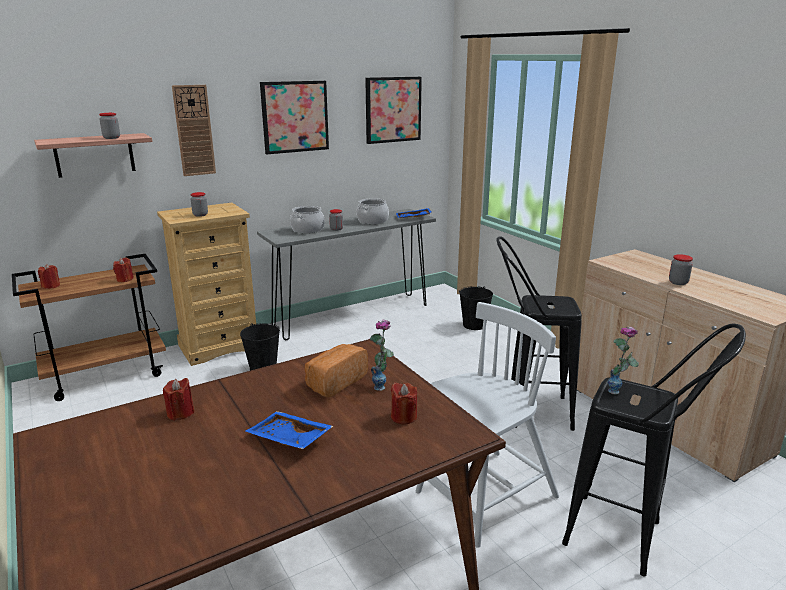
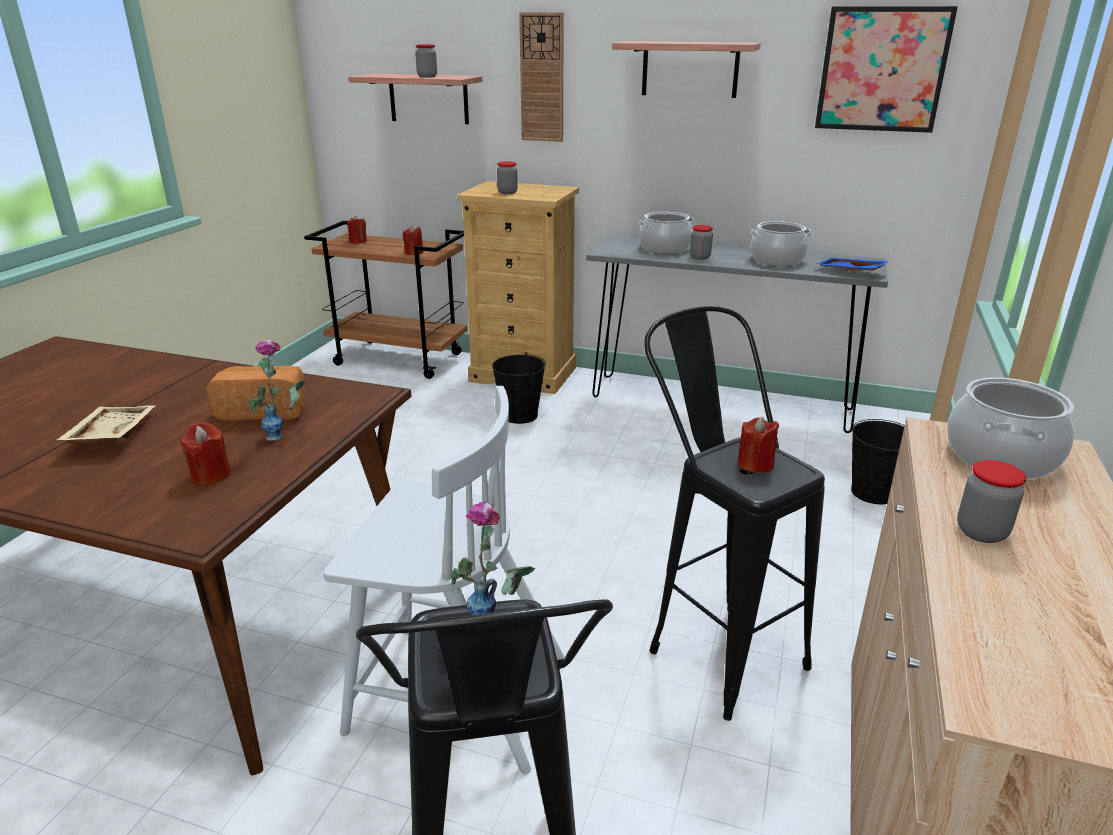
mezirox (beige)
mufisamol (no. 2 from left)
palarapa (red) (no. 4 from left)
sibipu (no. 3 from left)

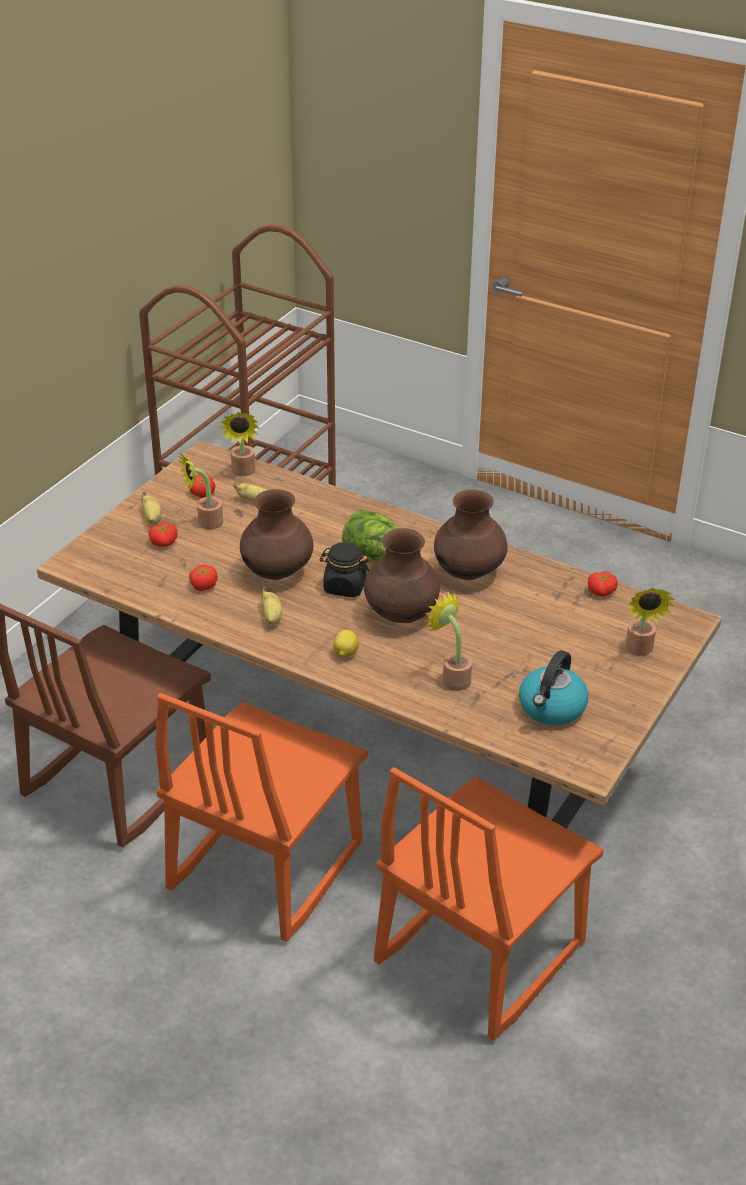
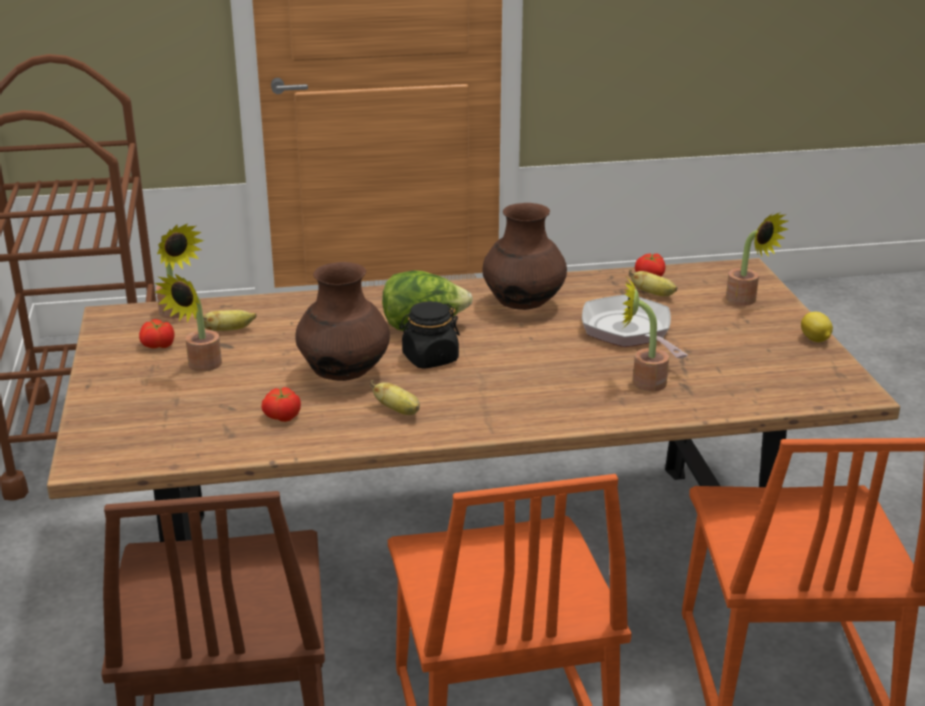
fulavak
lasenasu (no. 3 from left)
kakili
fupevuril (no. 1 from left in the first image)
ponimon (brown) (no. 2 from left in the first image)
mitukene

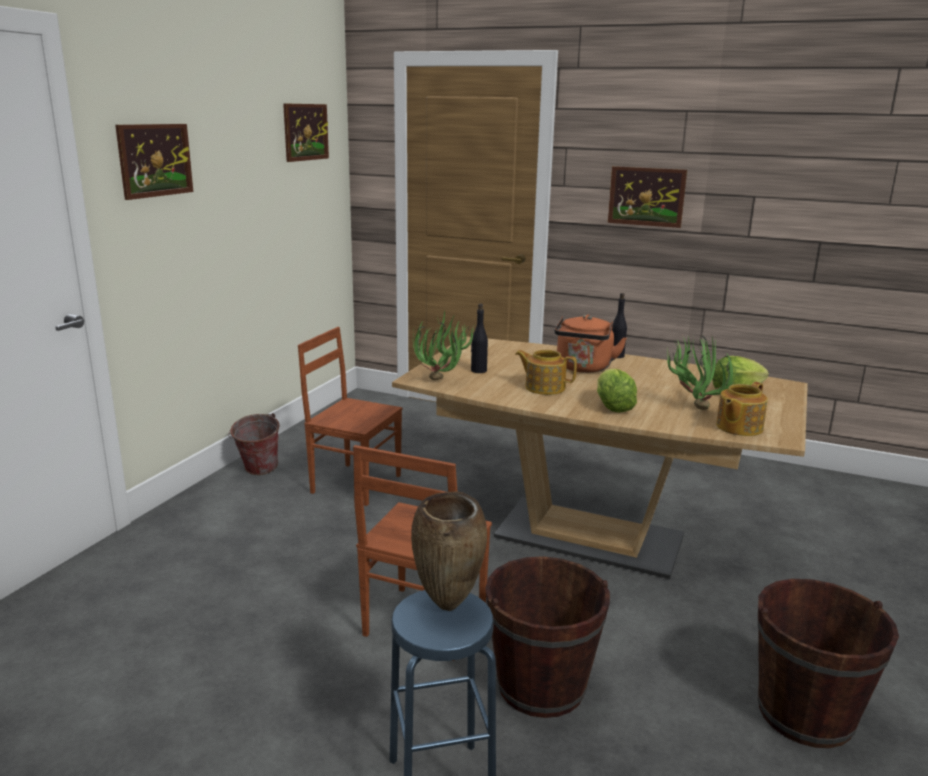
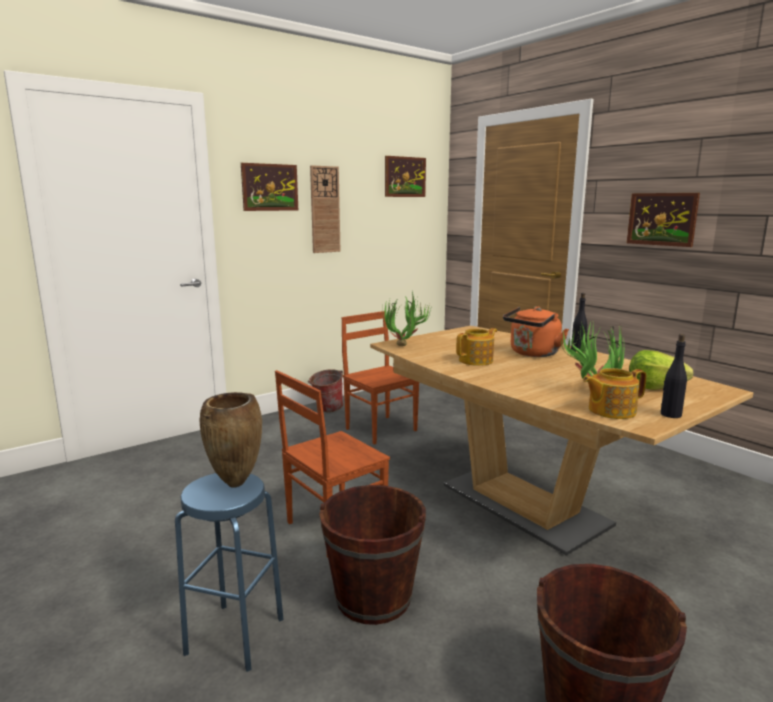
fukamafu
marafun (no. 1 from left)
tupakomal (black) (no. 2 from left)
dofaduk (no. 1 from left in the first image)

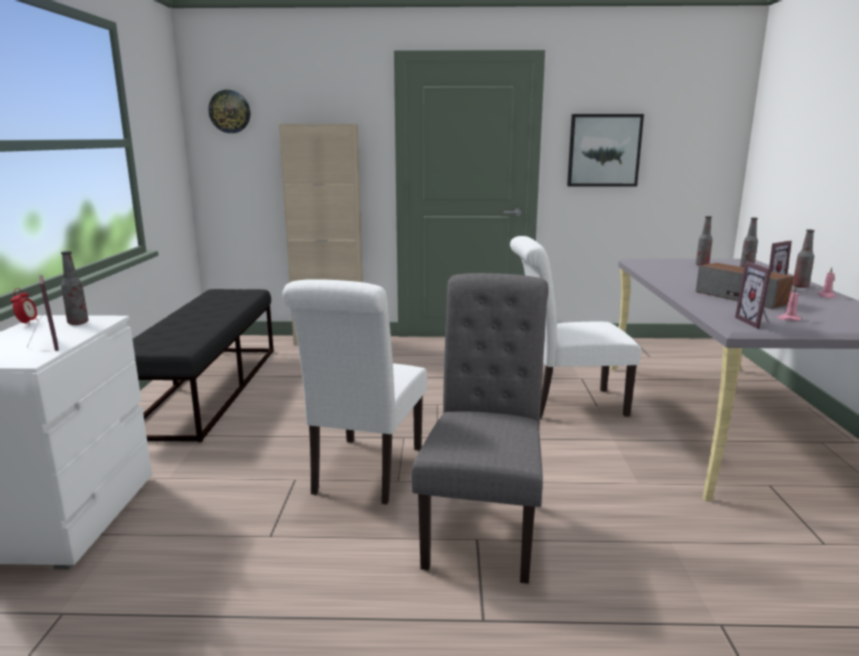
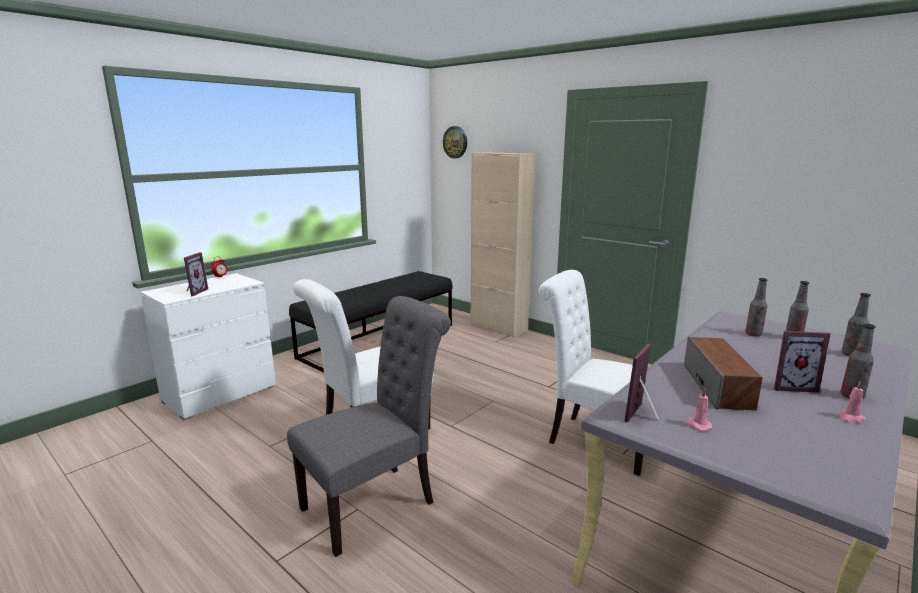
tupakomal (no. 1 from left)
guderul

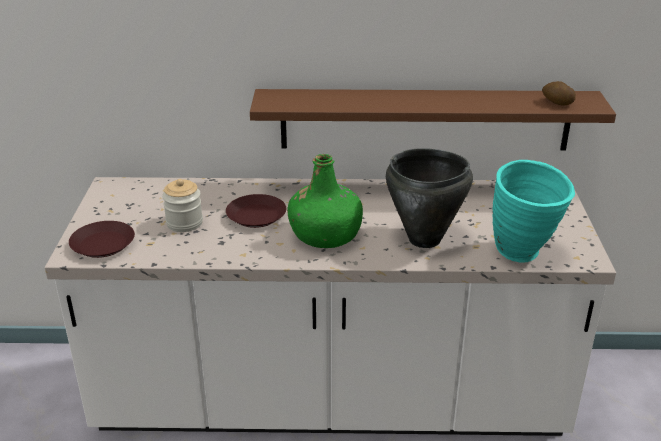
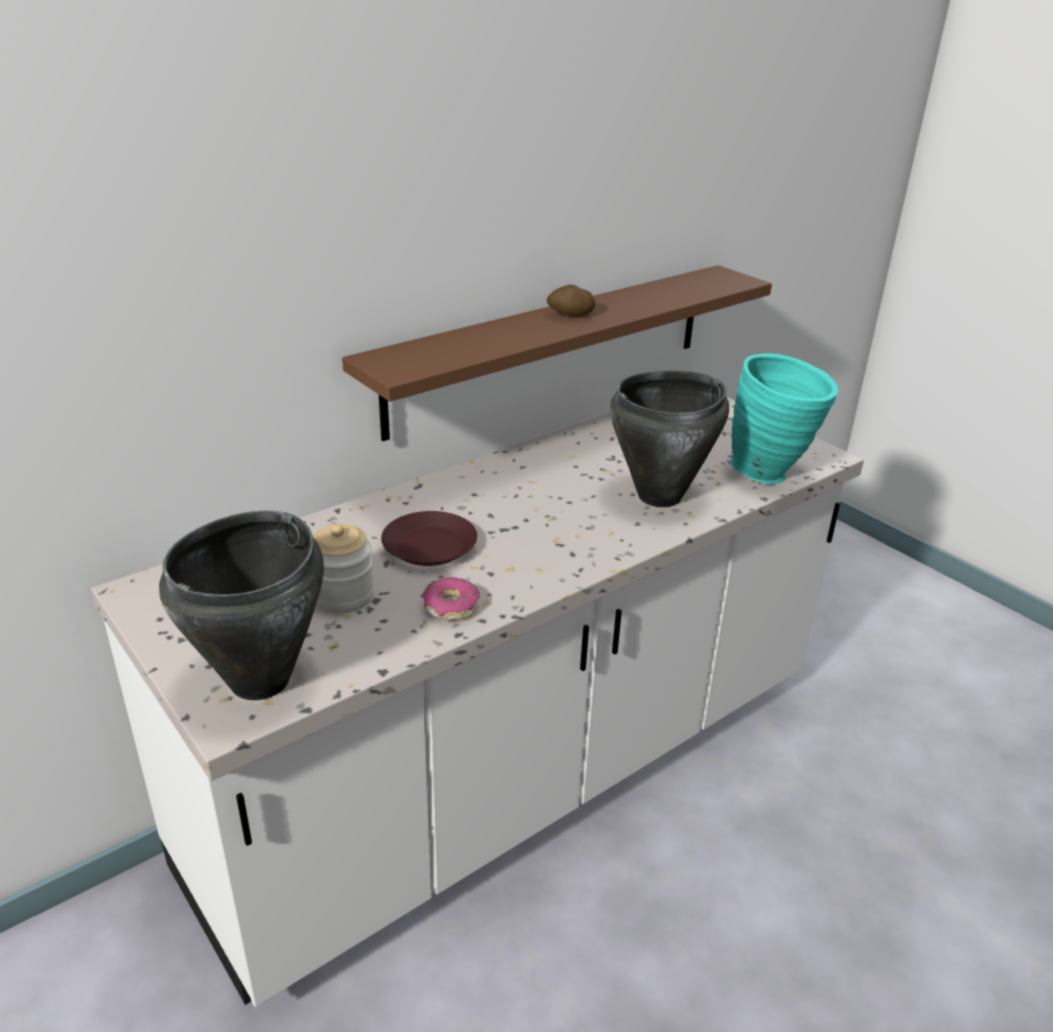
sibipu (black) (no. 1 from left)
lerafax
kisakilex
tupakomal (green)

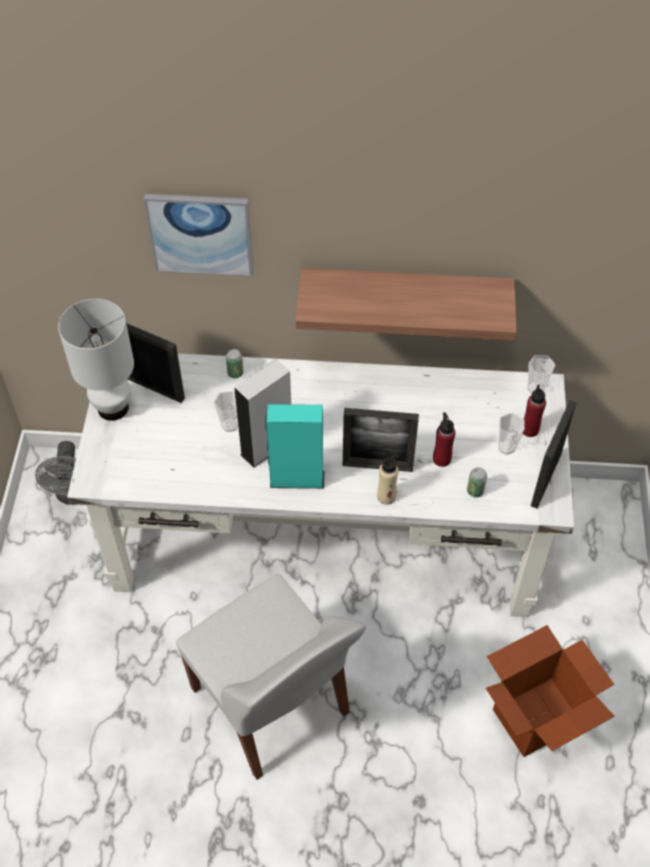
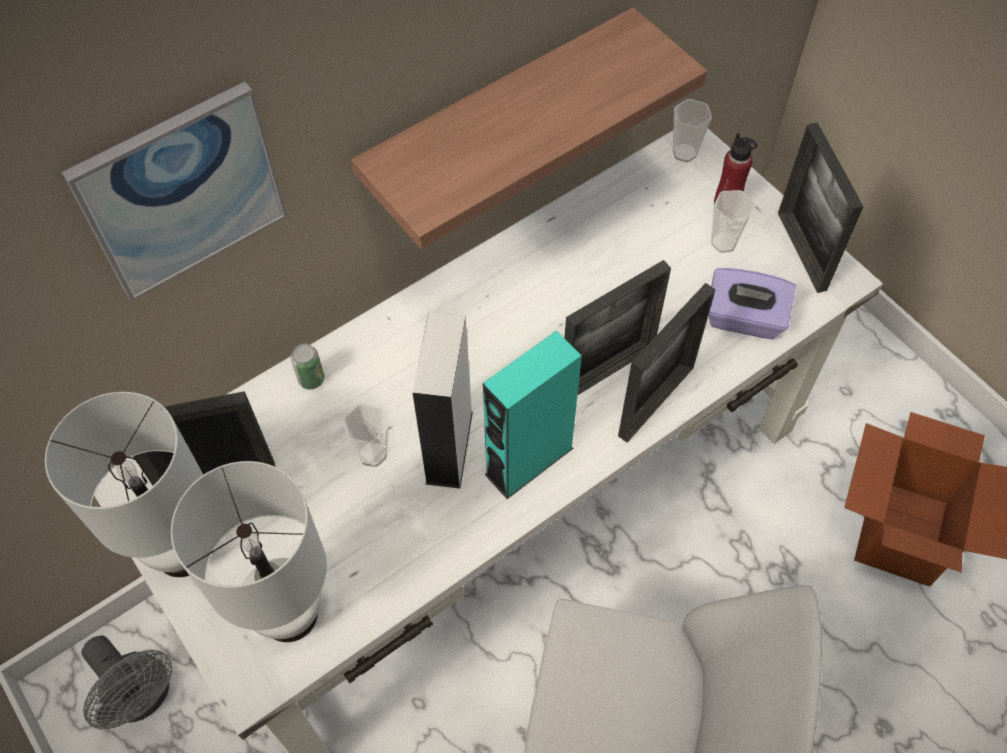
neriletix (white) (no. 2 from left)
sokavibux (no. 3 from left)
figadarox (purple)
tupakomal (red) (no. 1 from left in the first image)

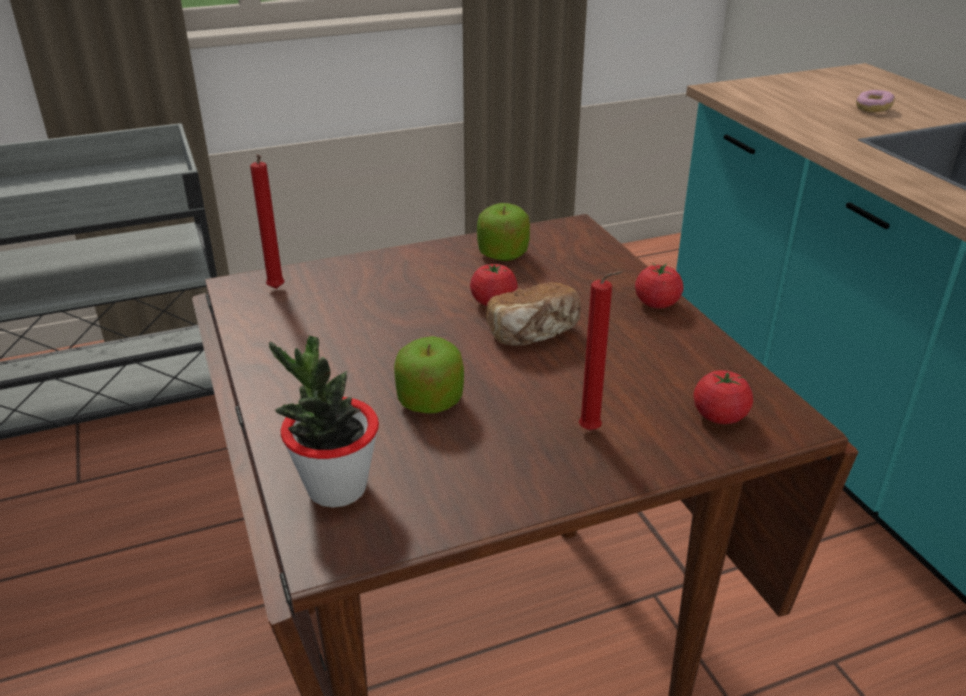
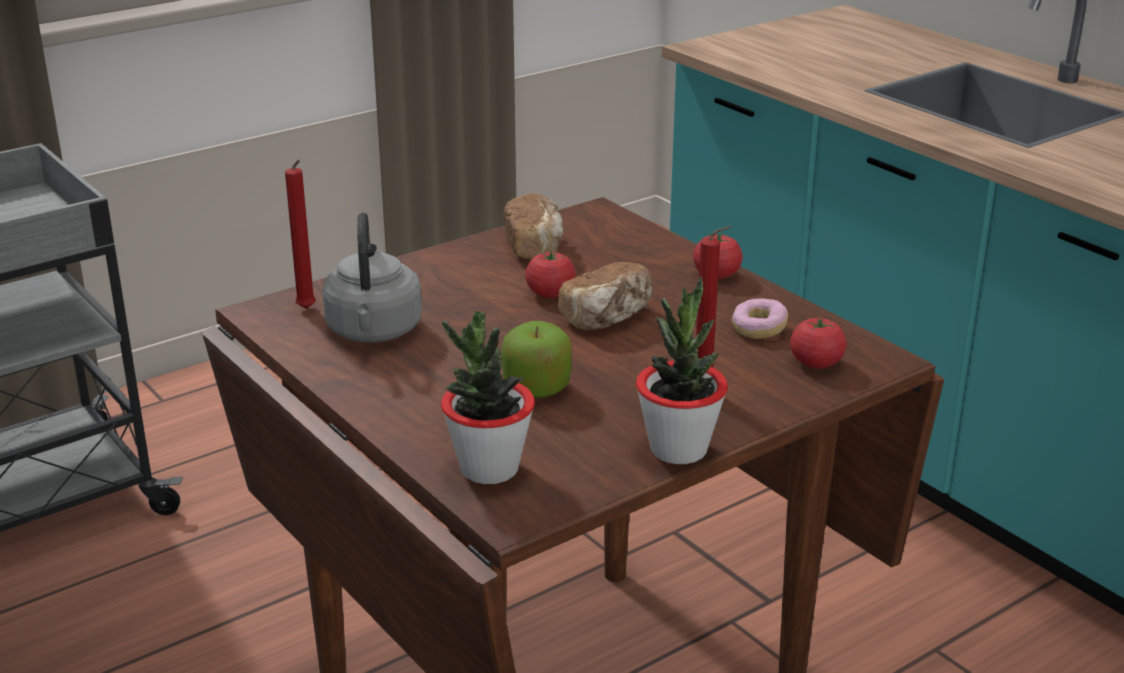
mitukene (grey)
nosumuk (no. 1 from left)
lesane (no. 2 from left)
lerafax

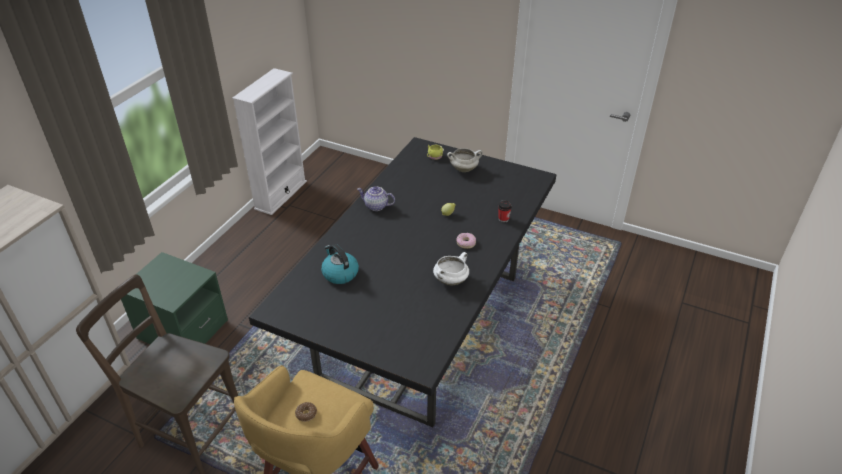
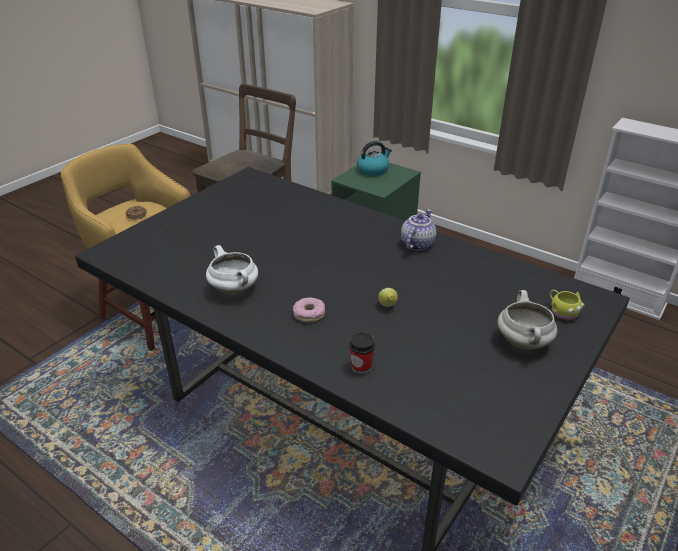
mitukene

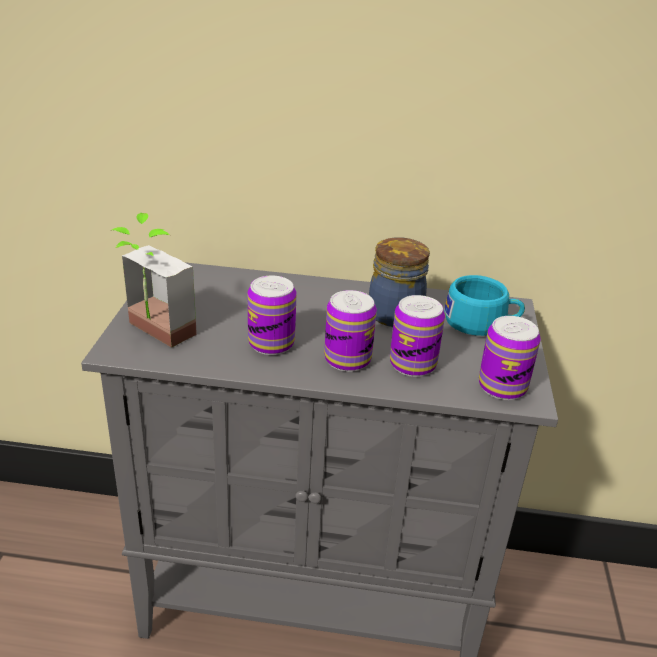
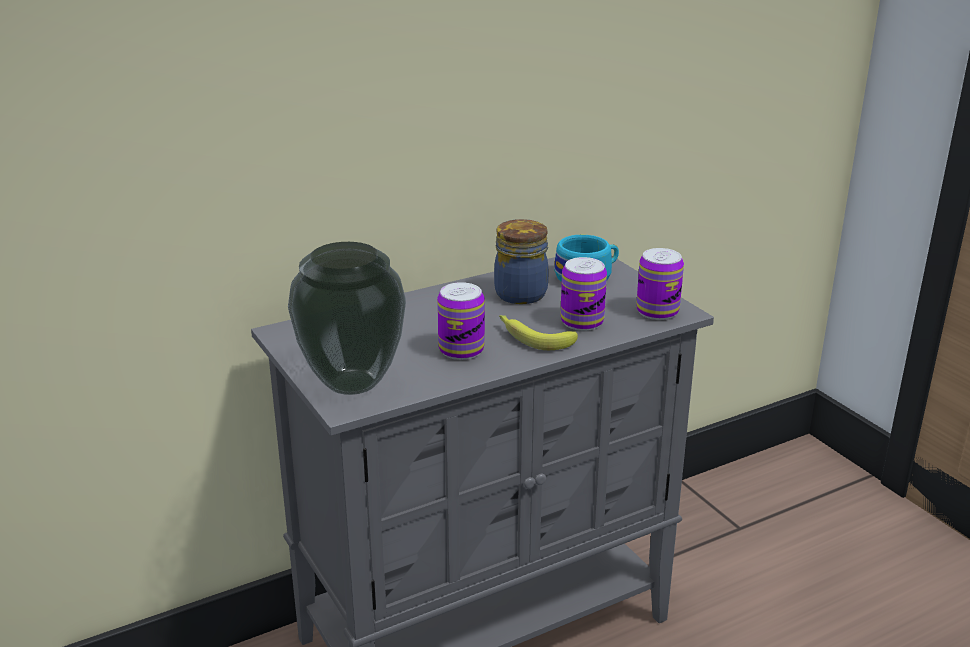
ponimon
lasenasu

